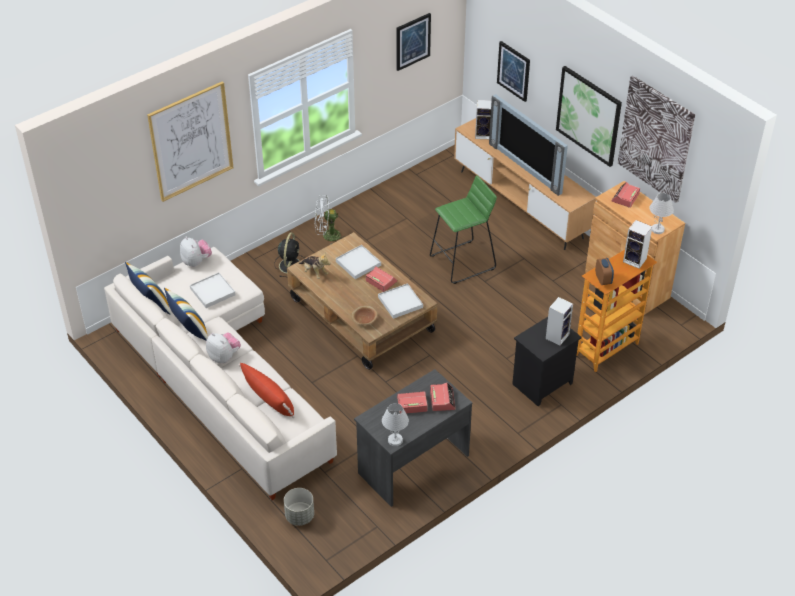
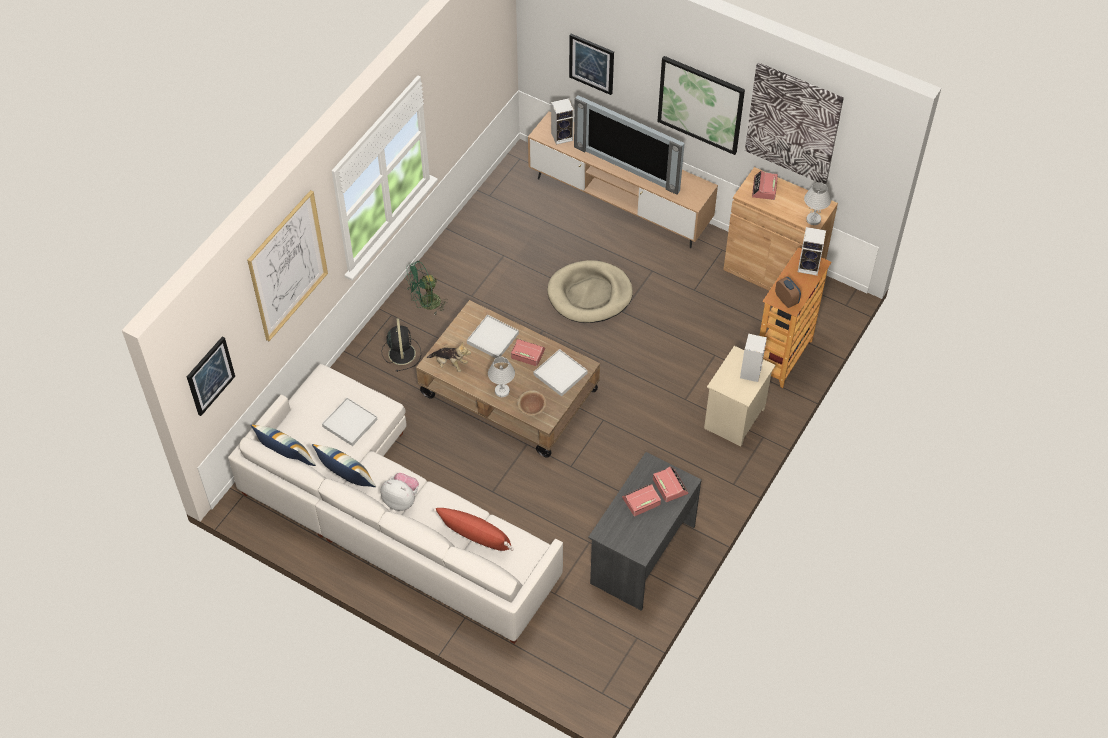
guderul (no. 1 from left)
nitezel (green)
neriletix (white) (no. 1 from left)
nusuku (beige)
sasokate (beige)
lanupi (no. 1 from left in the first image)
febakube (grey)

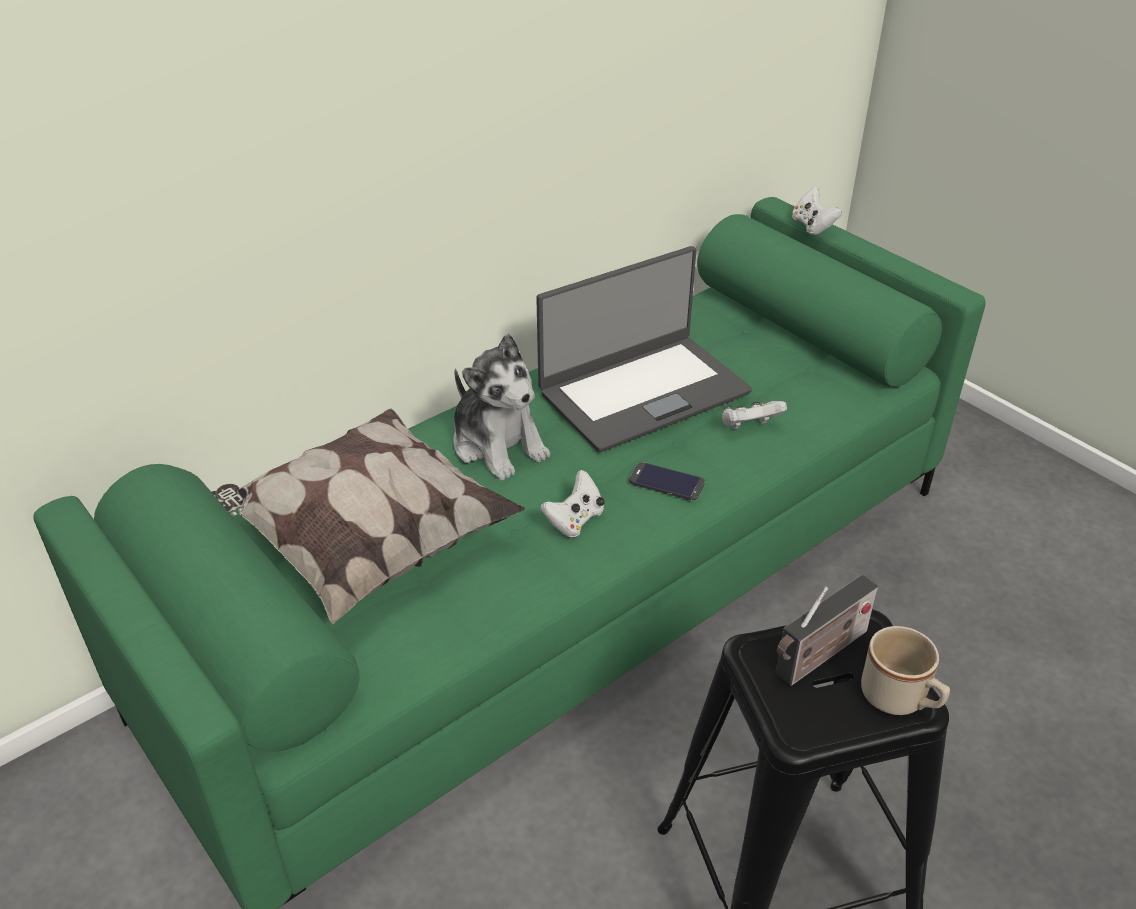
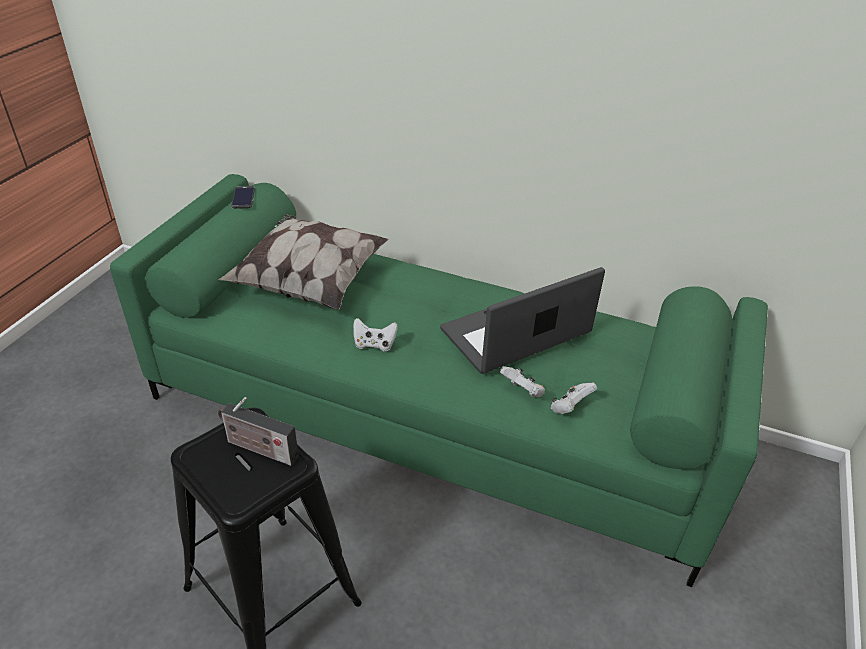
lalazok
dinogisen
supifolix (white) (no. 3 from left)
lanupi
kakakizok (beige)

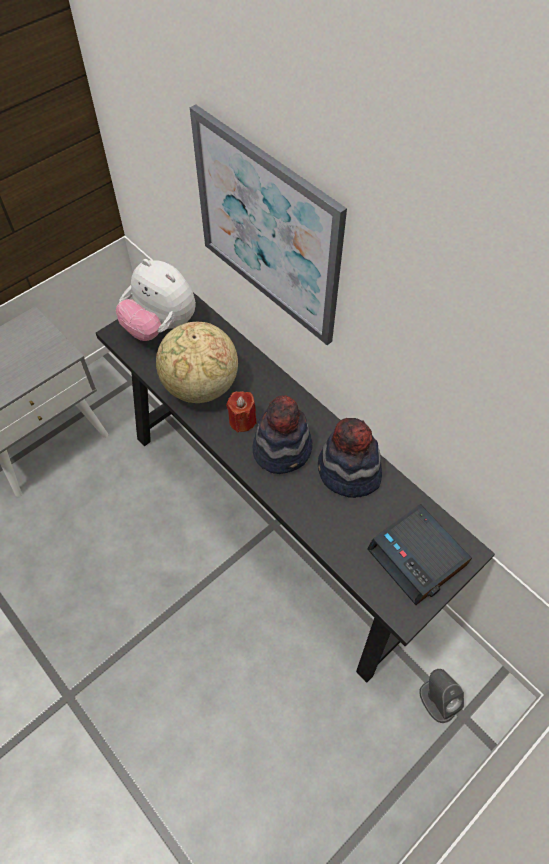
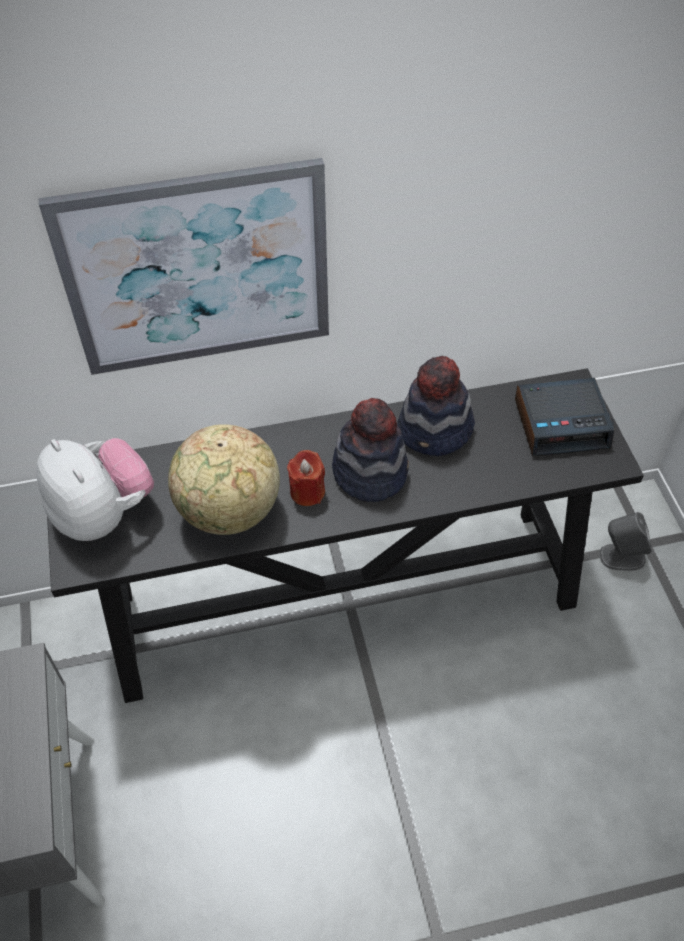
lanupi

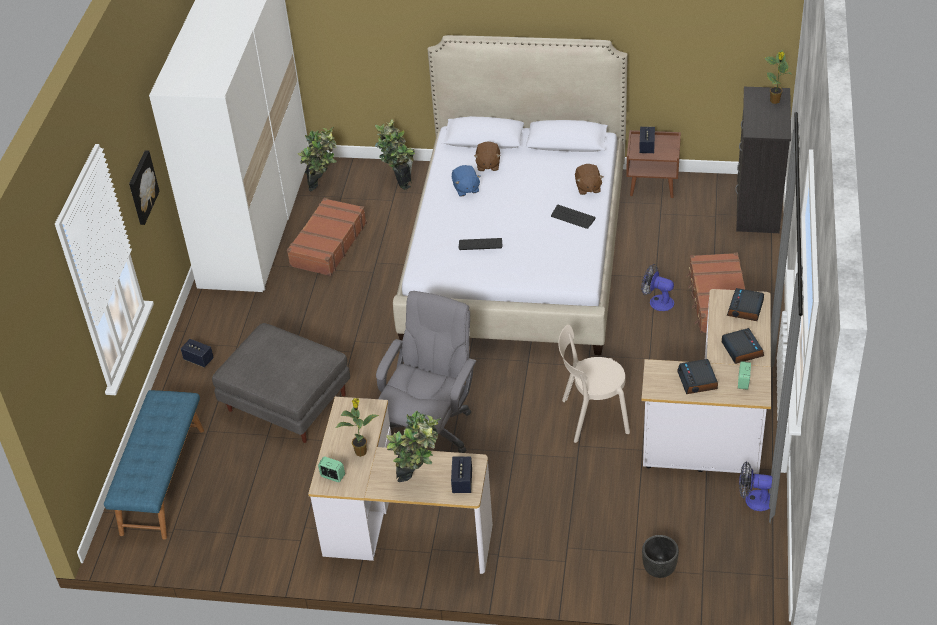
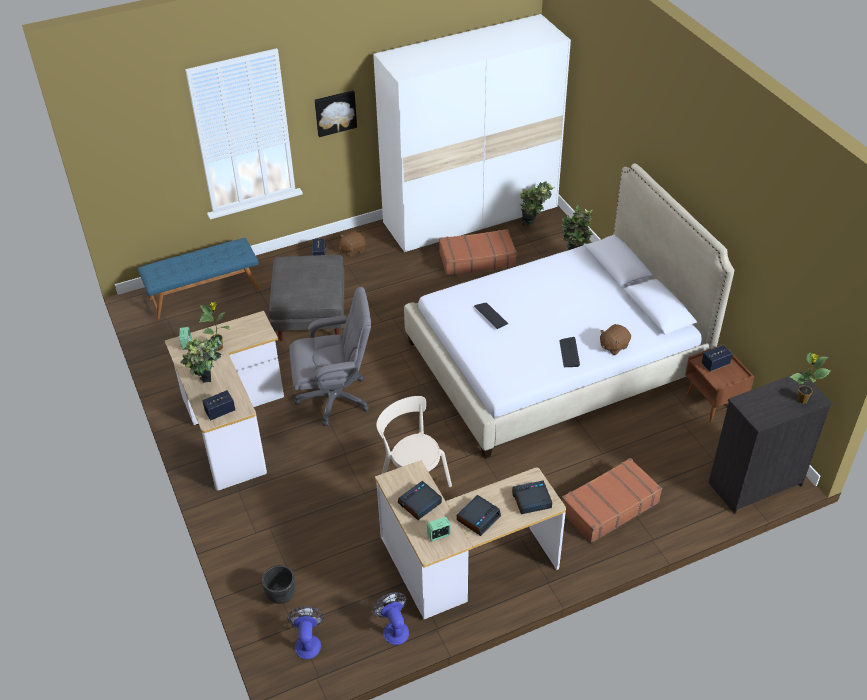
nitezel (no. 1 from left)
lanupi (brown) (no. 1 from left)
lanupi (blue)

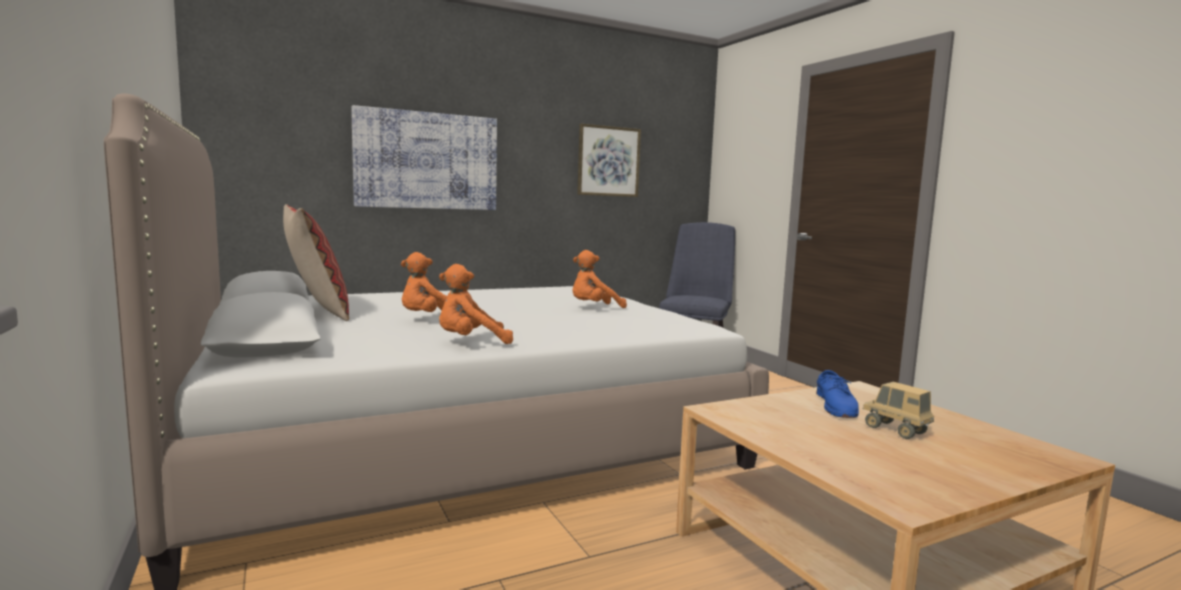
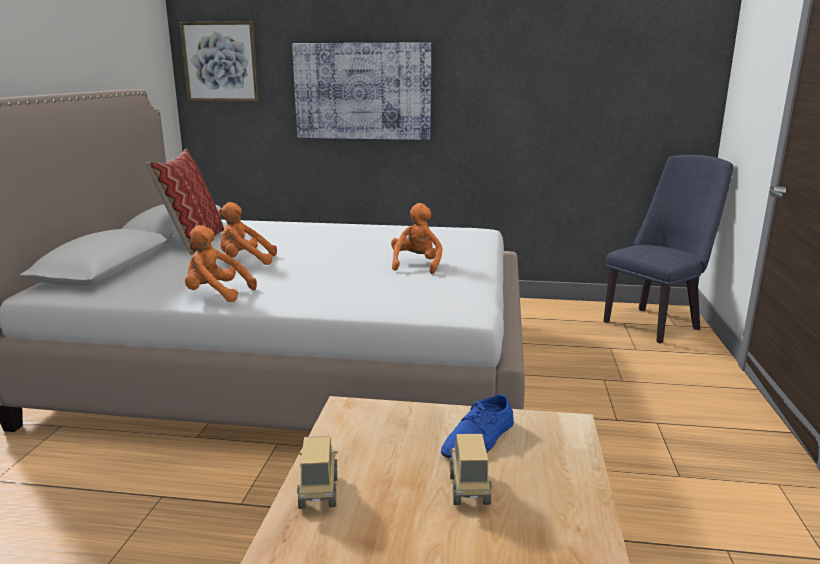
guderul (no. 1 from left)
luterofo (no. 1 from left)
lanupi (orange) (no. 3 from left)

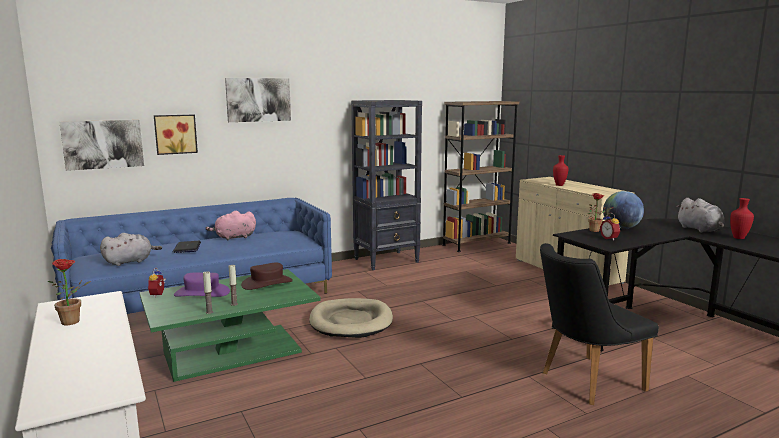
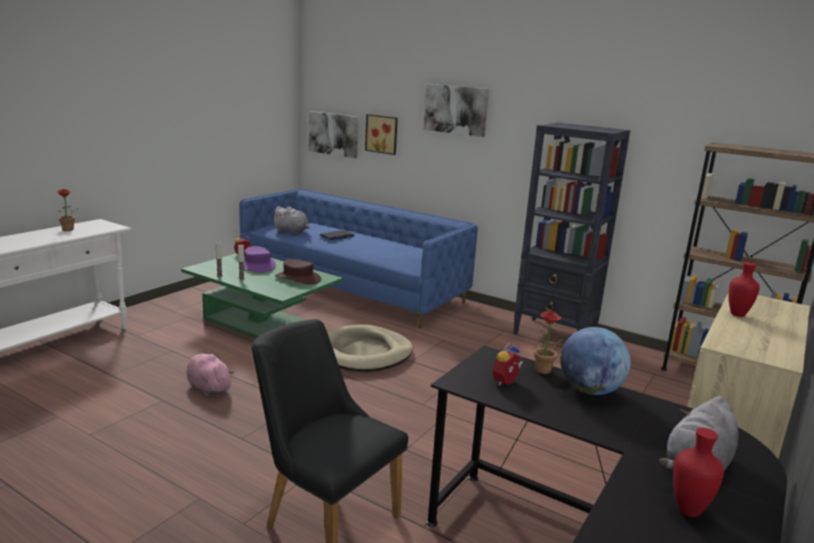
lanupi (pink)

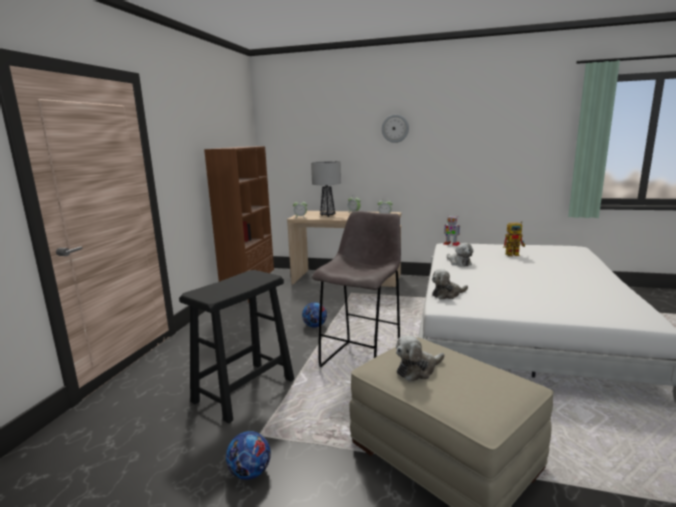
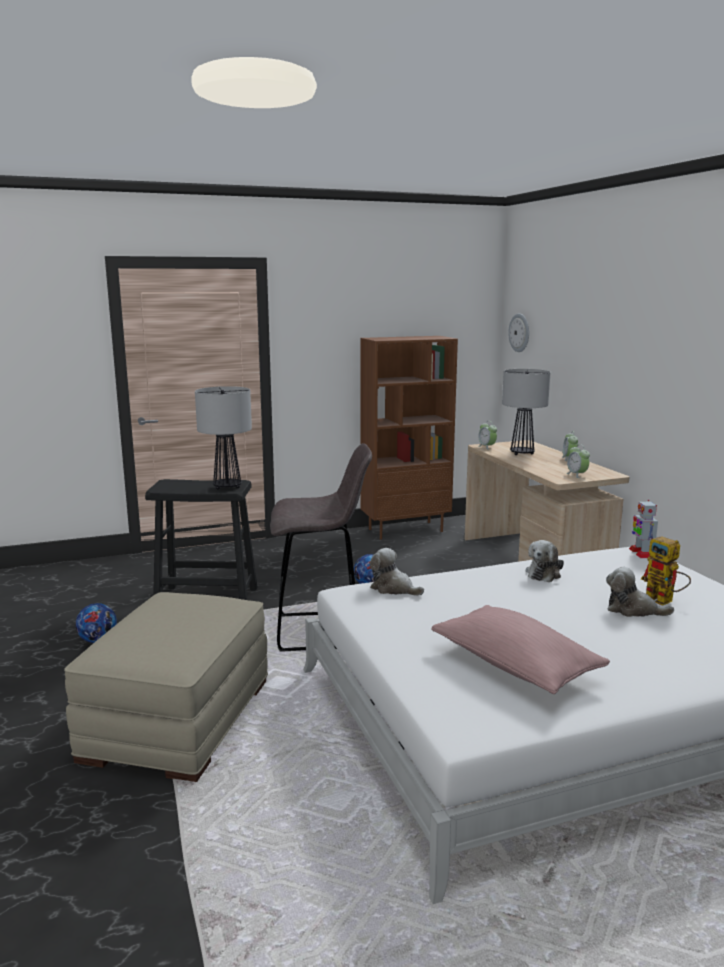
neriletix (no. 1 from left)
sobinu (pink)
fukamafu
lanupi (no. 3 from left)

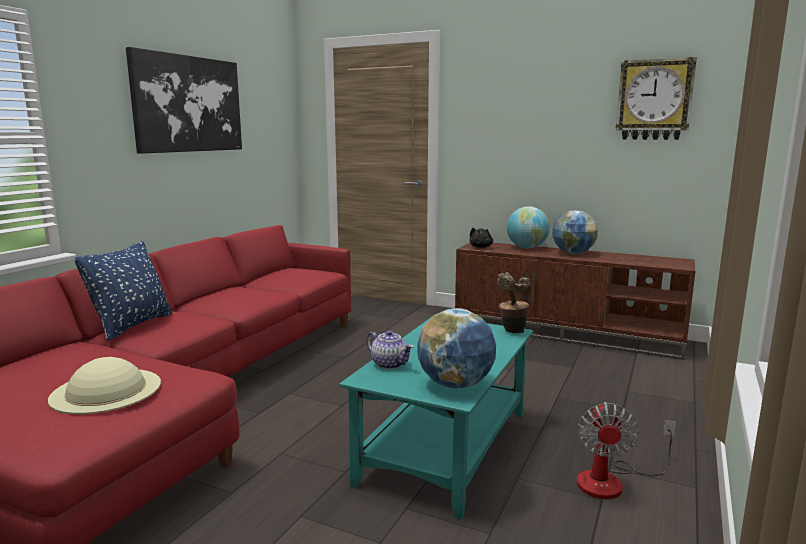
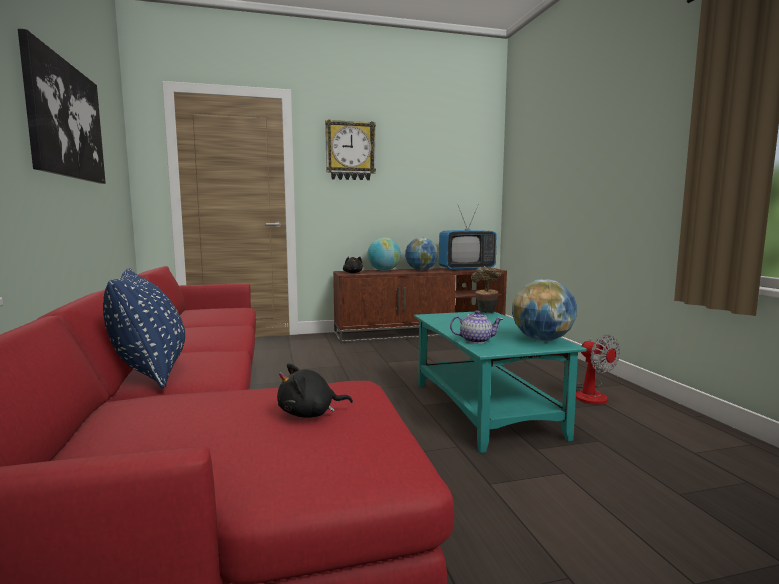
lanupi (black) (no. 1 from left)
fukamafu
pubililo

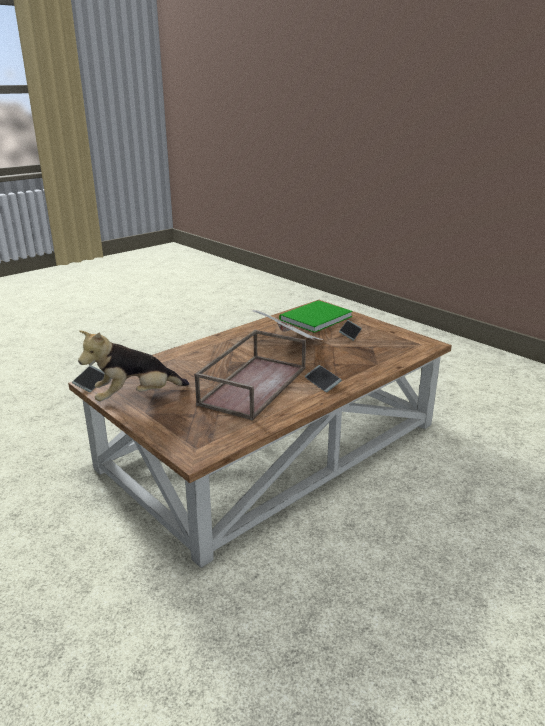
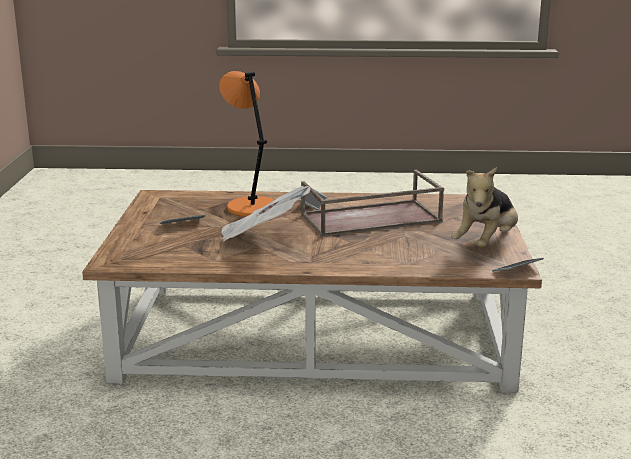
neriletix (orange)
lanupi
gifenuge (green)

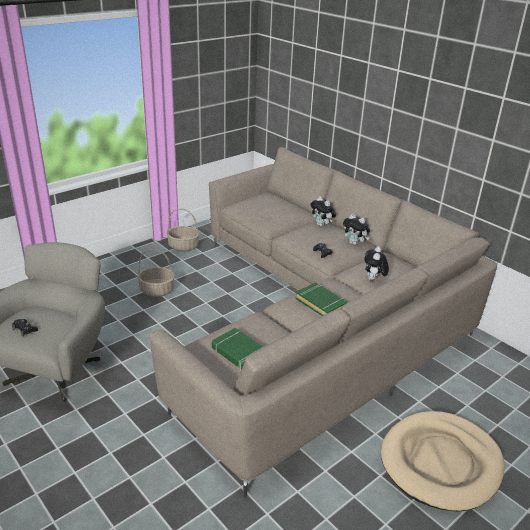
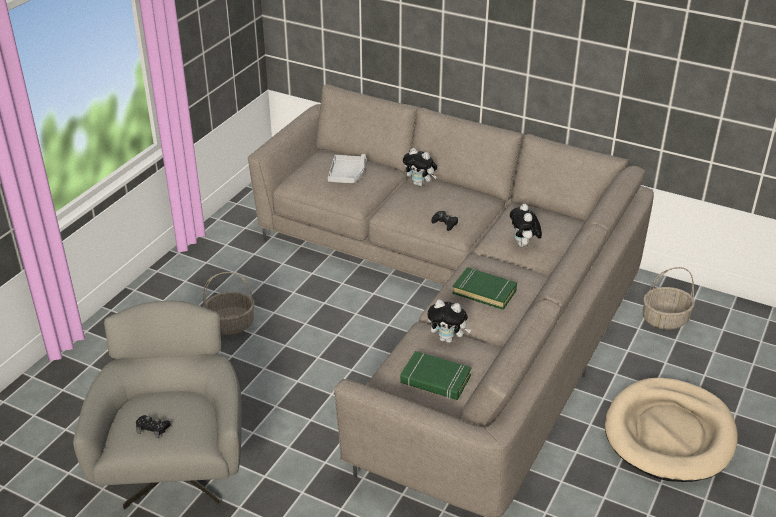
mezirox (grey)
lanupi (no. 2 from left)
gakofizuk (no. 2 from left)

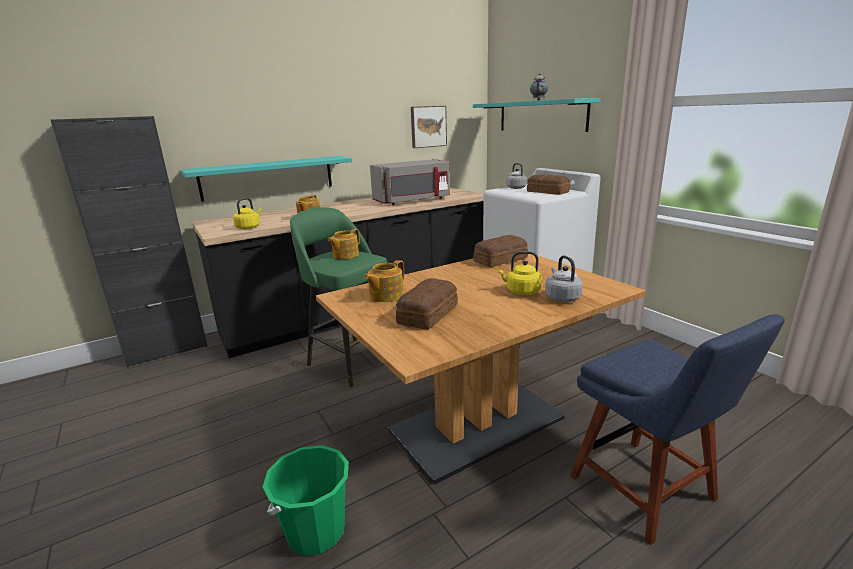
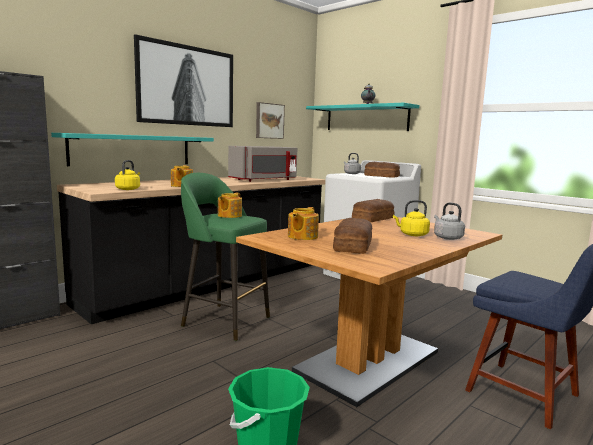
guderul (no. 1 from left)

